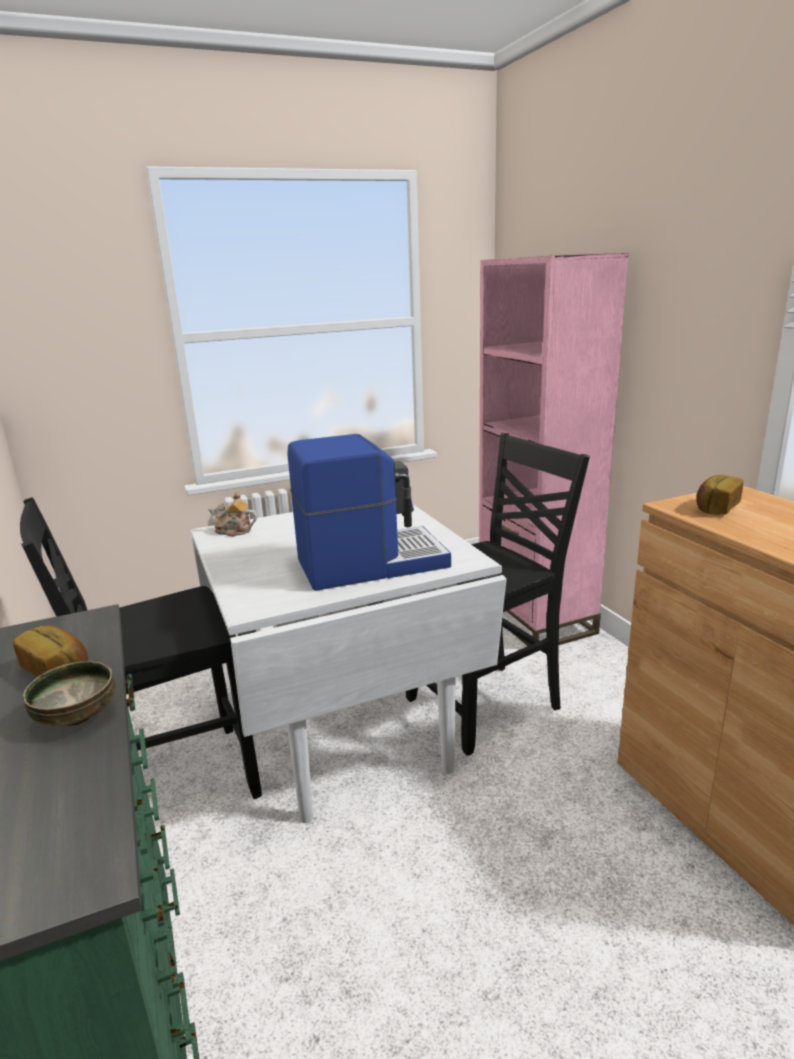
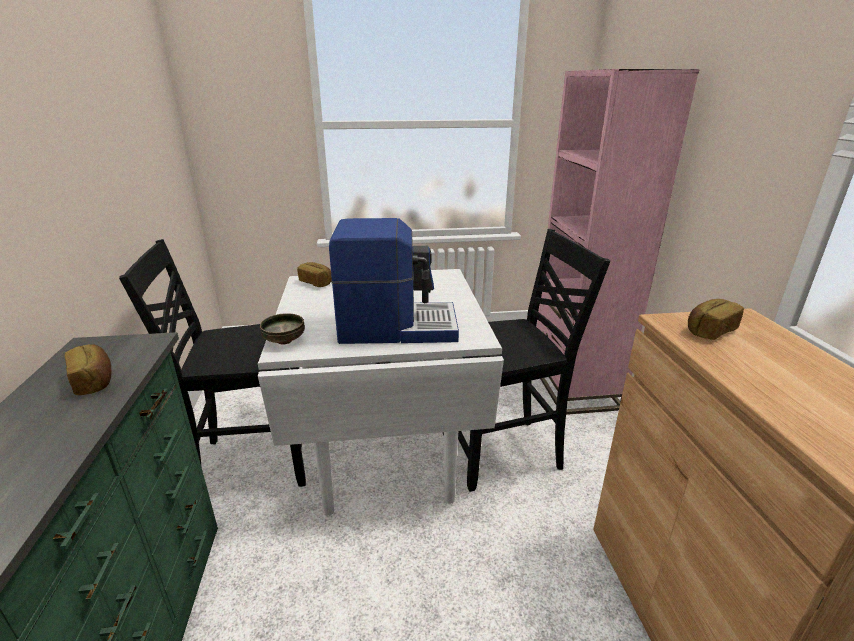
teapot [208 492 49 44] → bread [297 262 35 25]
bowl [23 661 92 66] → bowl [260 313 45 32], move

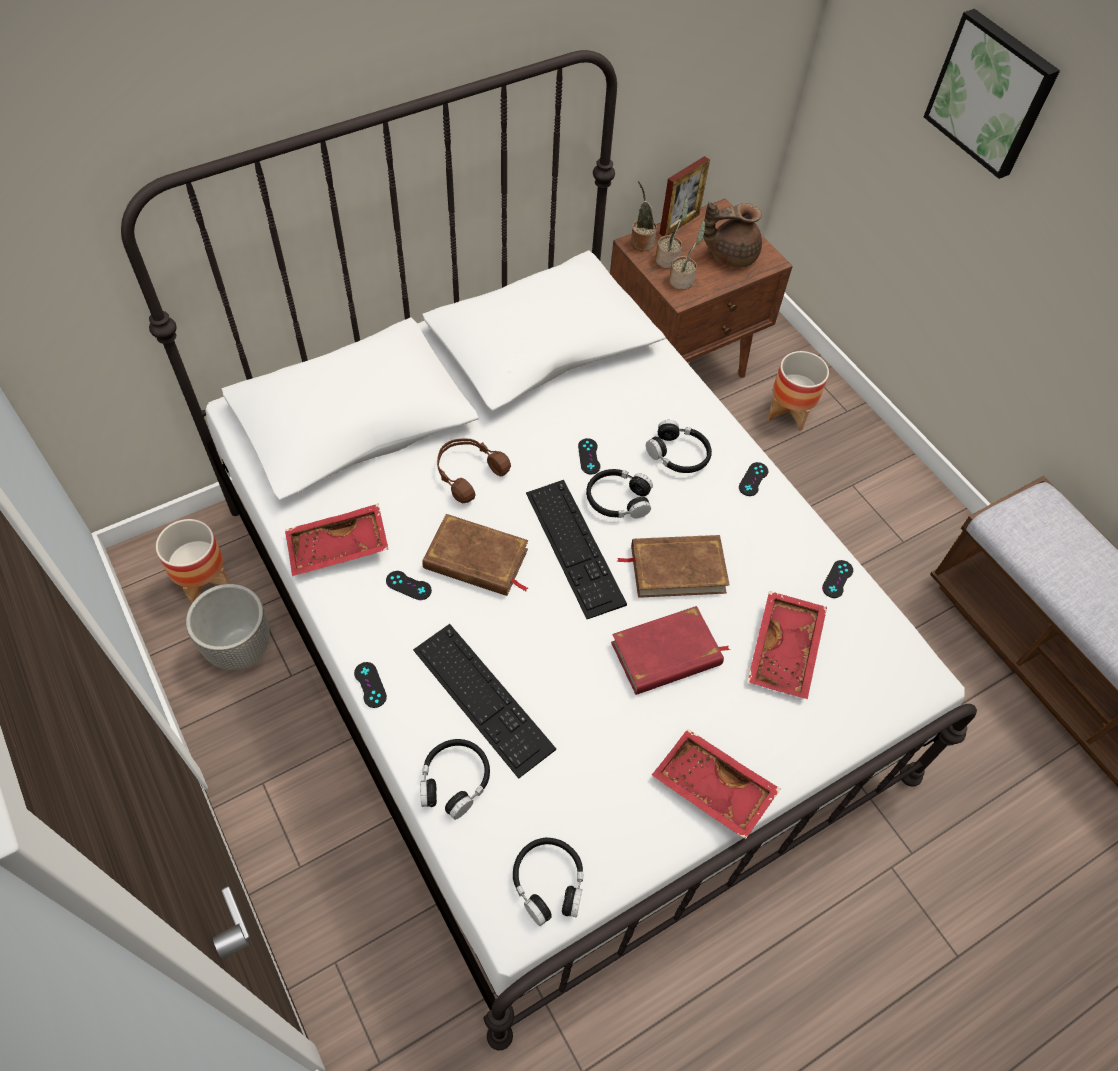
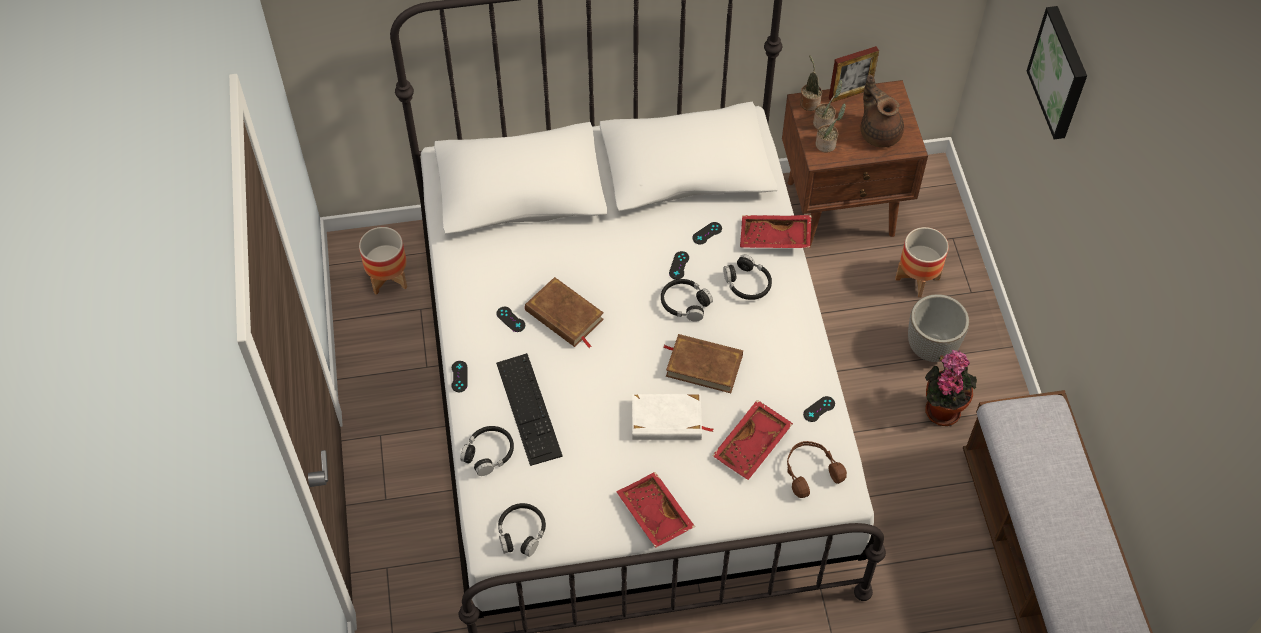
brown teapot [703 202 59 66] → brown teapot [861 74 43 73], 45 degrees clockwise
brown headphones [437 438 74 65] → brown headphones [787 441 60 57], move
black game controller [739 462 29 34] → black game controller [692 222 30 23], move
keyboard [526 480 101 139] → -
red tray [285 504 103 72] → red tray [740 215 72 33], move
planter [186 584 84 86] → planter [908 294 61 68], move
red book [611 606 119 89] → white book [632 394 81 46]
- → potted plant [925 350 52 76]

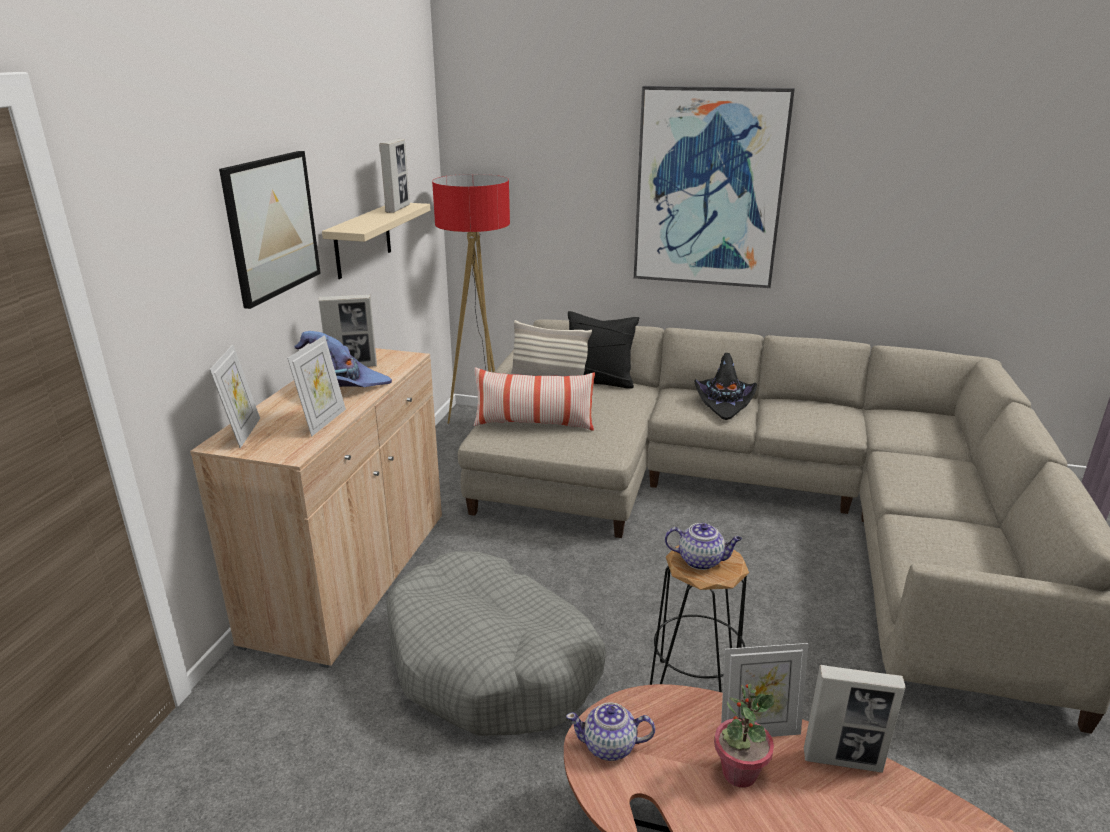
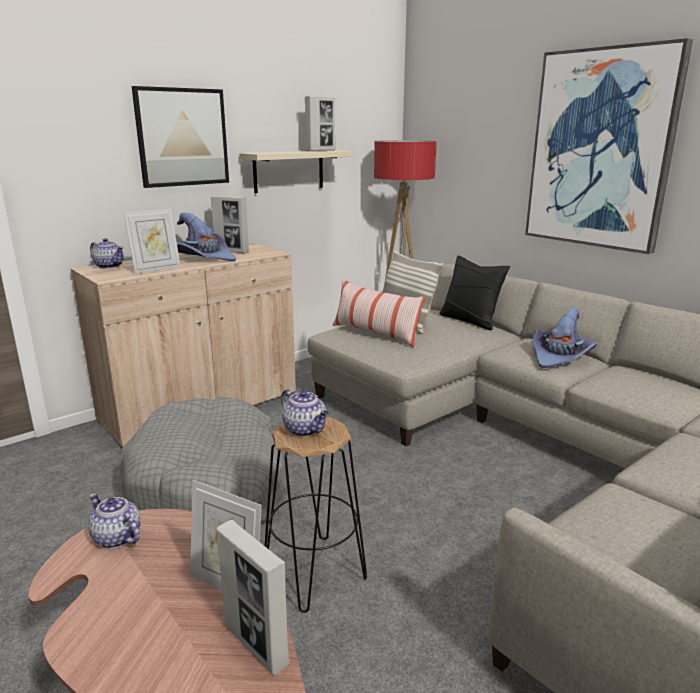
picture frame [210 345 50 103] → teapot [90 238 34 31]
black hat [694 353 63 67] → purple hat [533 308 64 60]
potted plant [714 684 60 104] → -

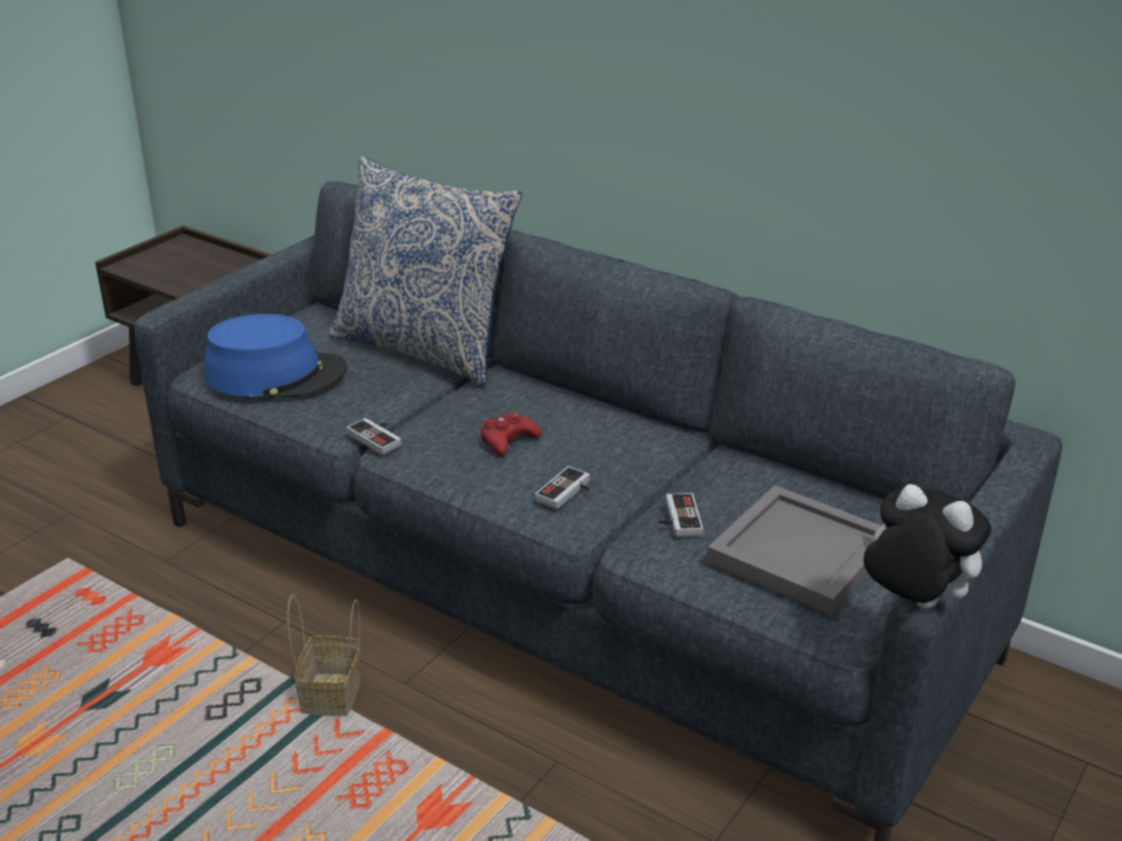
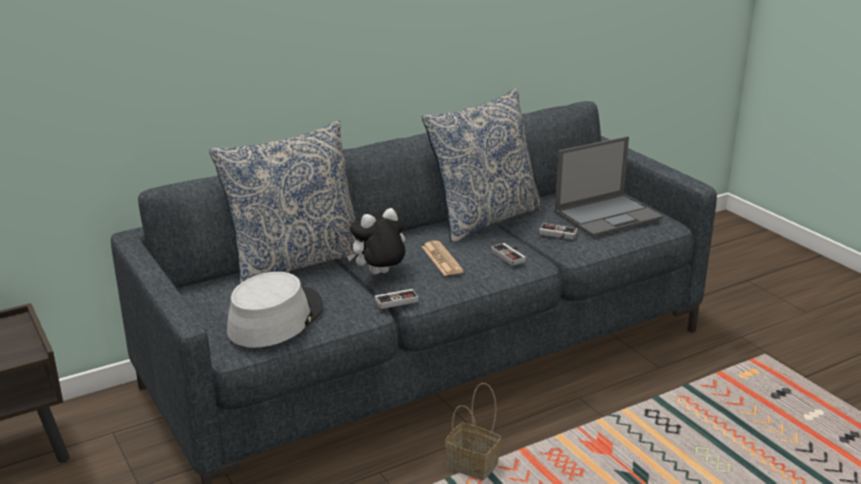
blue hat [204 314 143 84] → grey hat [227 272 96 76]
red game controller [481 412 60 43] → newspaper [422 241 42 35]
plush toy [862 484 130 125] → plush toy [347 208 58 67], move
grey tray [707 485 174 131] → laptop [555 136 108 101]
- → pillow [422 88 122 156]

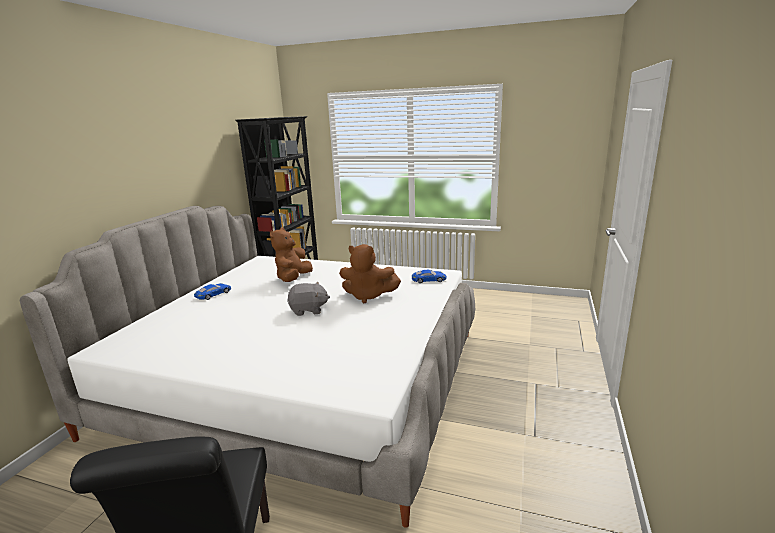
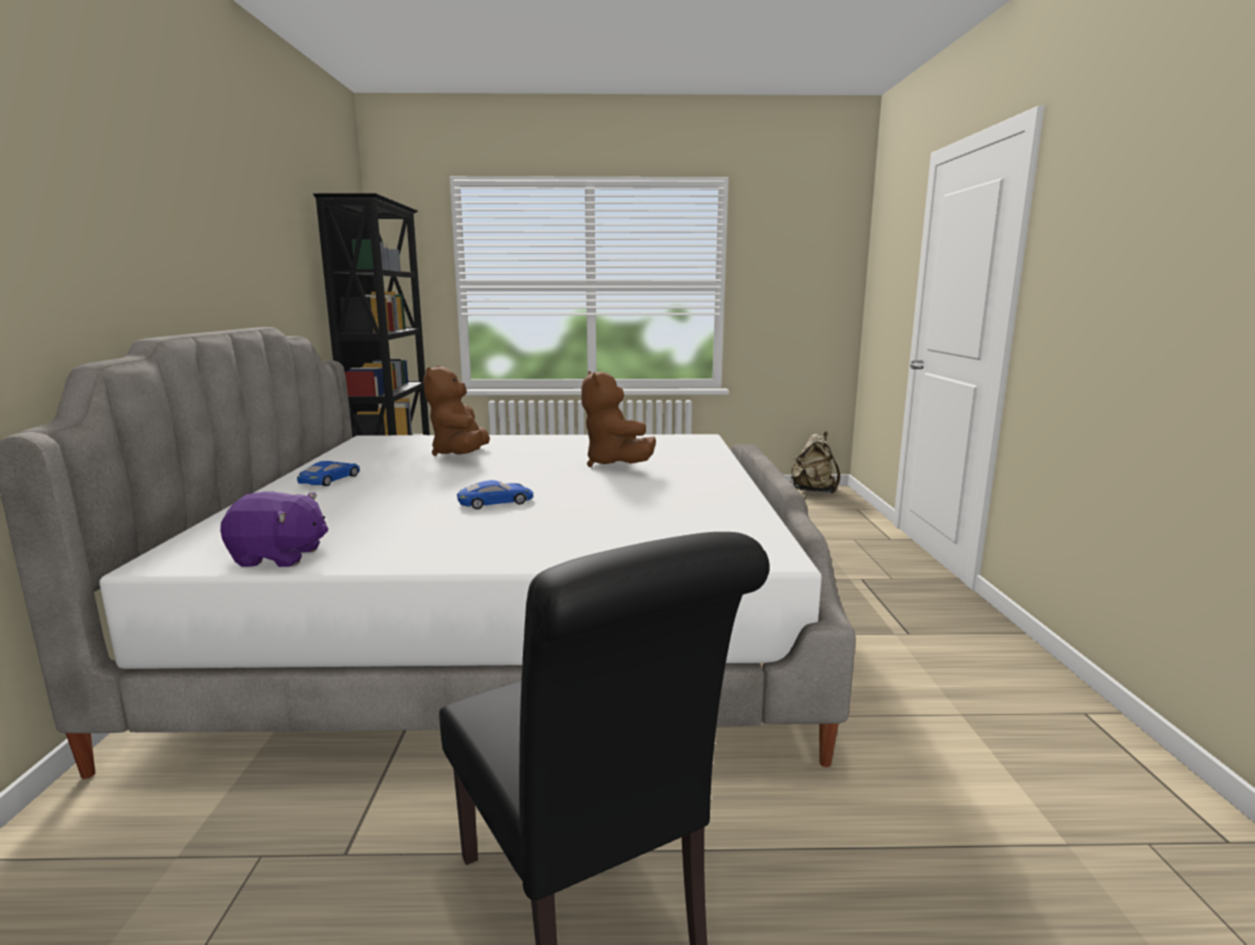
brown plush toy [339 244 62 59] → brown plush toy [581 371 75 96], 75 degrees clockwise
blue toy car [412 270 35 13] → blue toy car [457 480 76 29], move
grey plush toy [287 282 43 34] → -
- → beige backpack [790 432 50 61]
- → purple plush toy [220 492 108 75]

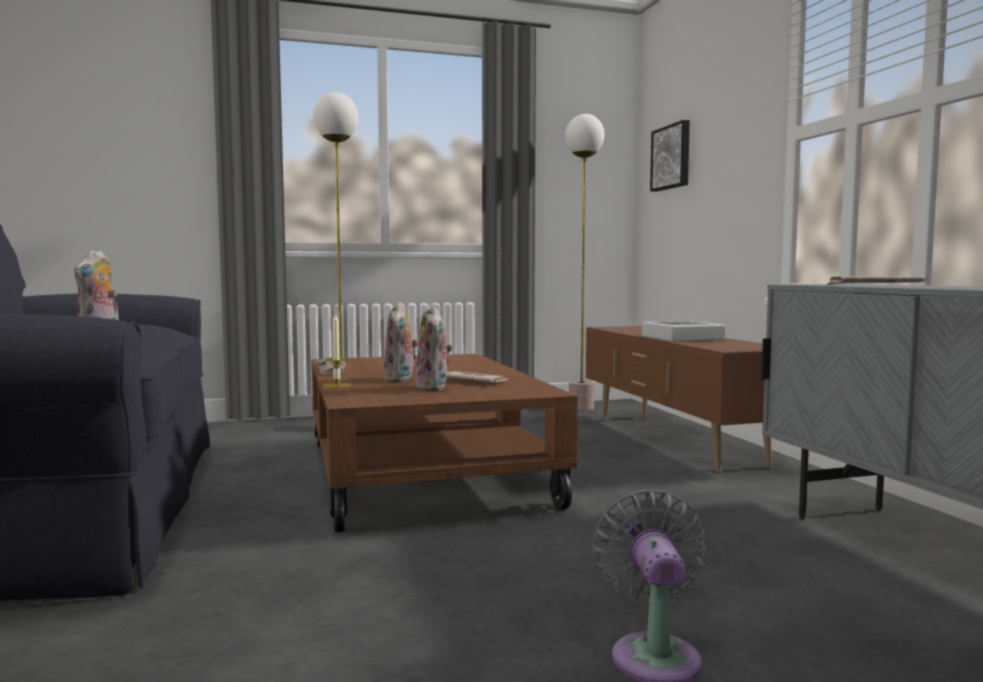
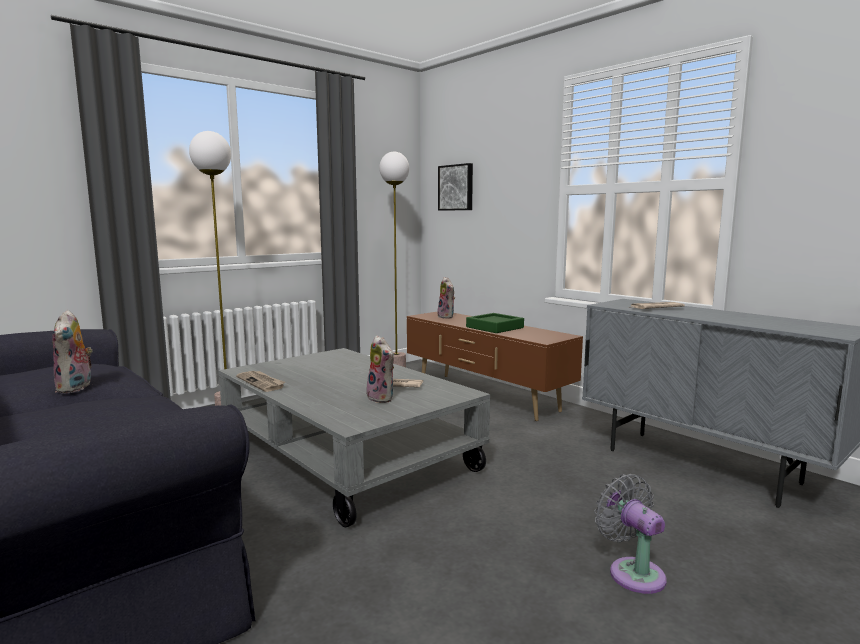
plush toy [383 302 35 80] → plush toy [437 277 18 42], move
candle [323 312 28 76] → -
grey tray [642 321 84 21] → green tray [466 313 58 20]
brown coffee table [311 354 267 178] → grey coffee table [218 348 272 179]

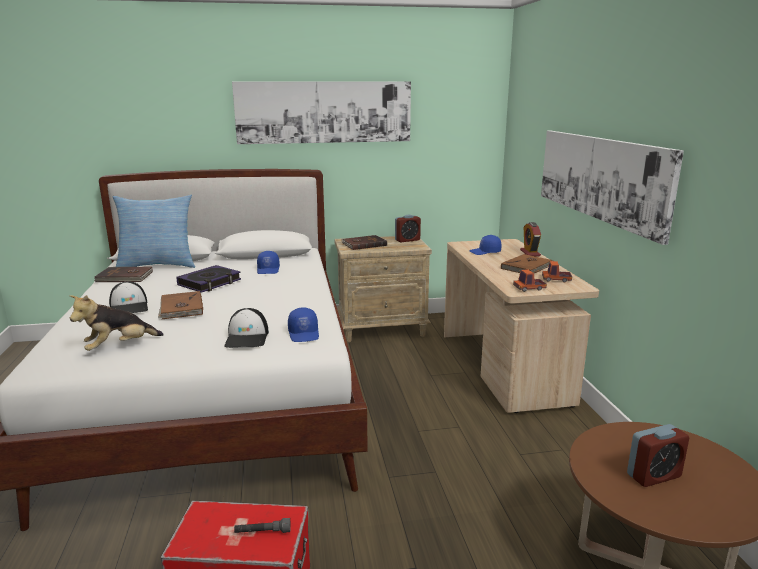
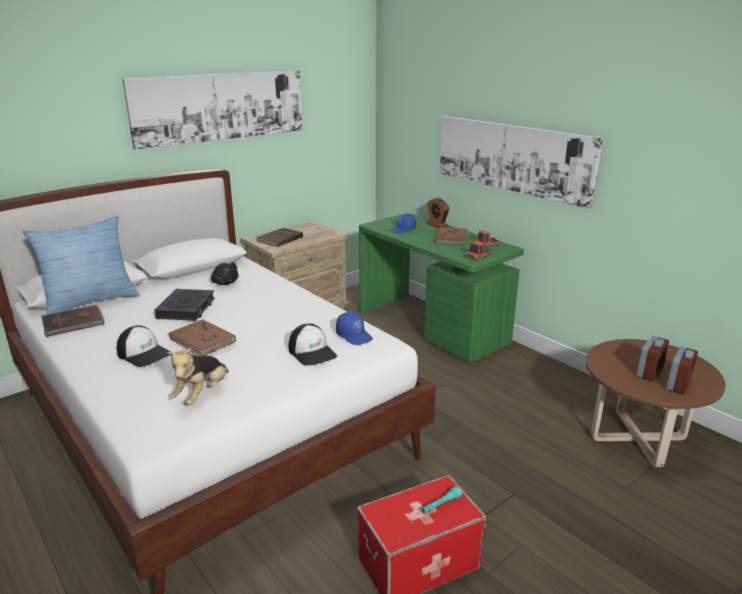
alarm clock [395 215 26 27] → alarm clock [666 347 32 47], move
beige desk [444 239 155 174] → green desk [359 213 165 150]
blue cap [257 251 23 23] → black plush toy [211 262 28 23]
grey flashlight [234 518 57 15] → turquoise flashlight [422 486 40 28]

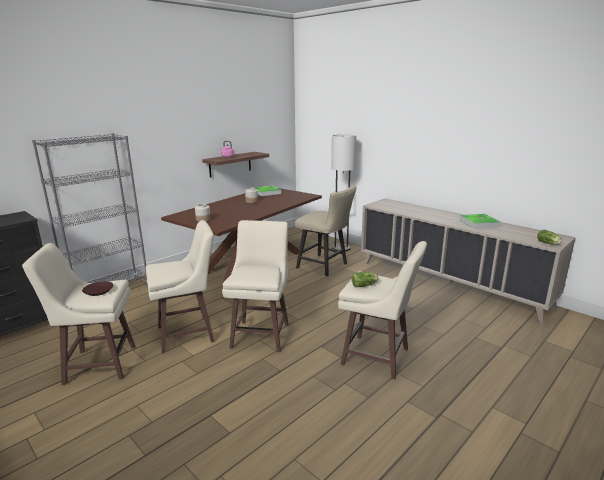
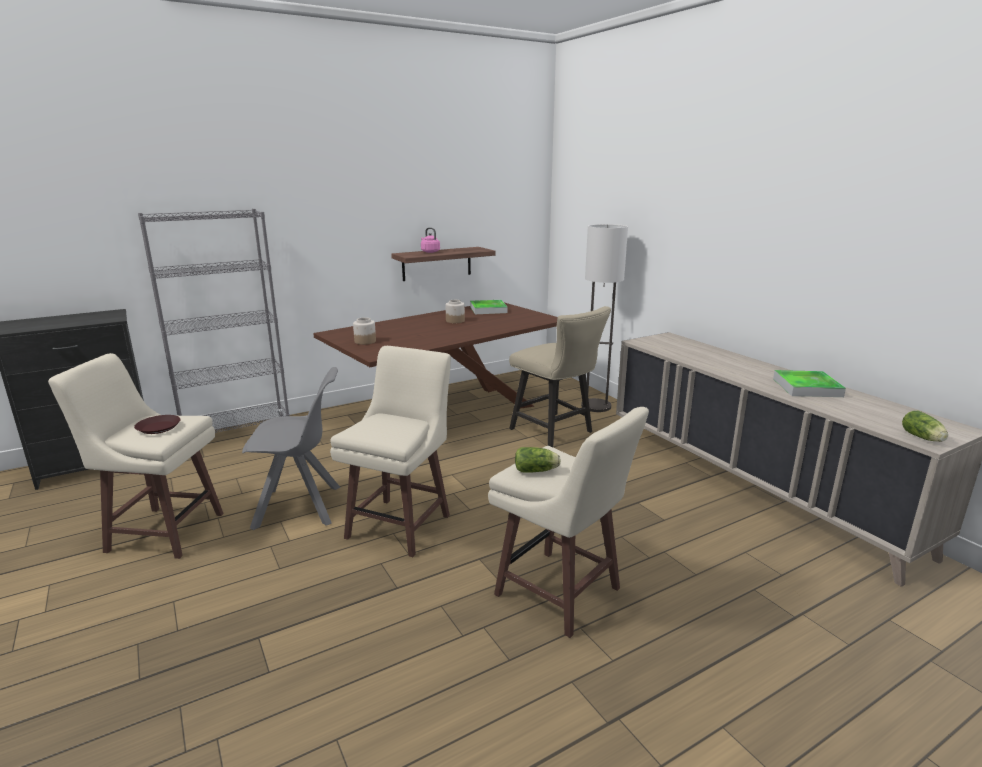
beige stool [146 220 69 133] → grey chair [242 367 98 163]

